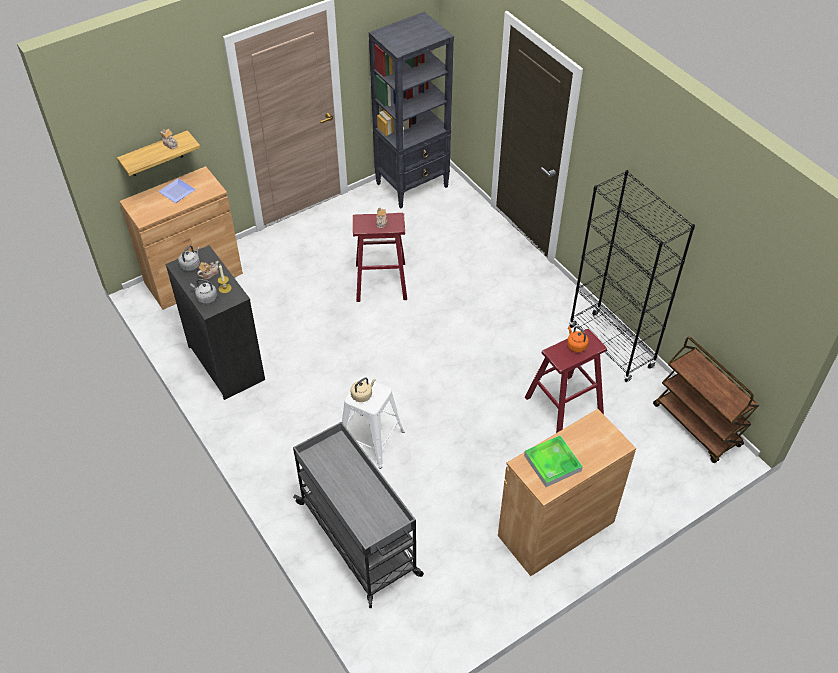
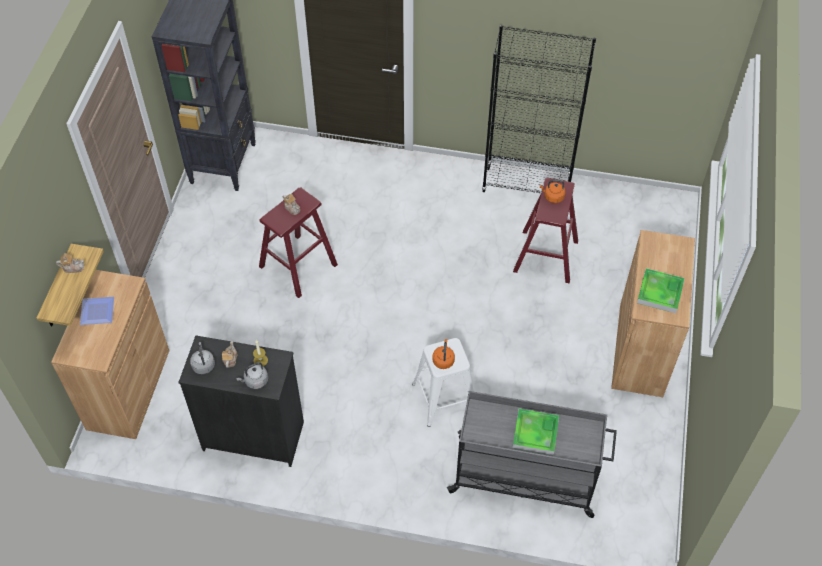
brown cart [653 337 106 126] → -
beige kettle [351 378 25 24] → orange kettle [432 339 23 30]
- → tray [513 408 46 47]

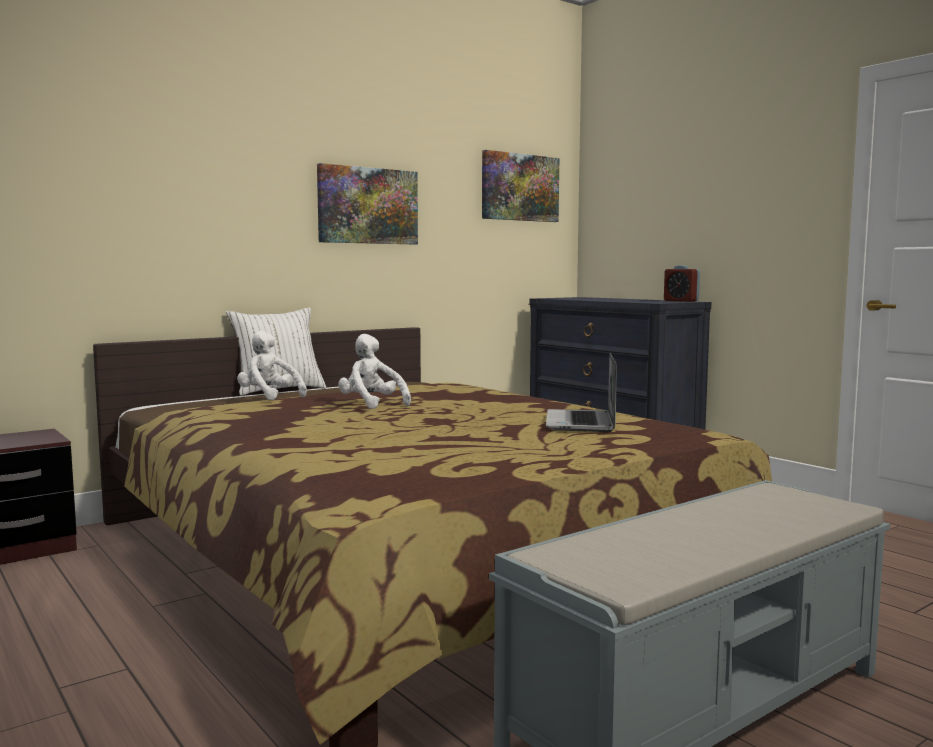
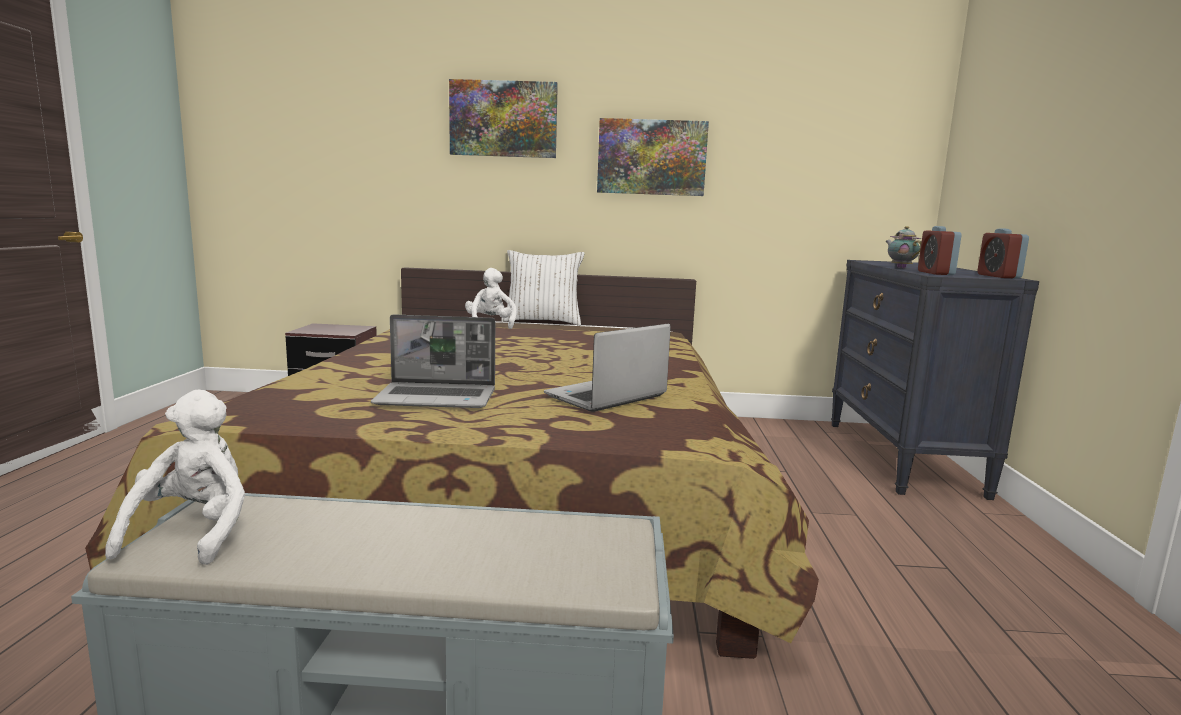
picture [482 150 77 72] → picture [449 79 109 79], move
white plush toy [338 334 73 75] → white plush toy [105 390 141 175], move
- → teapot [885 226 37 42]
- → alarm clock [918 226 44 49]
- → laptop [371 314 124 94]

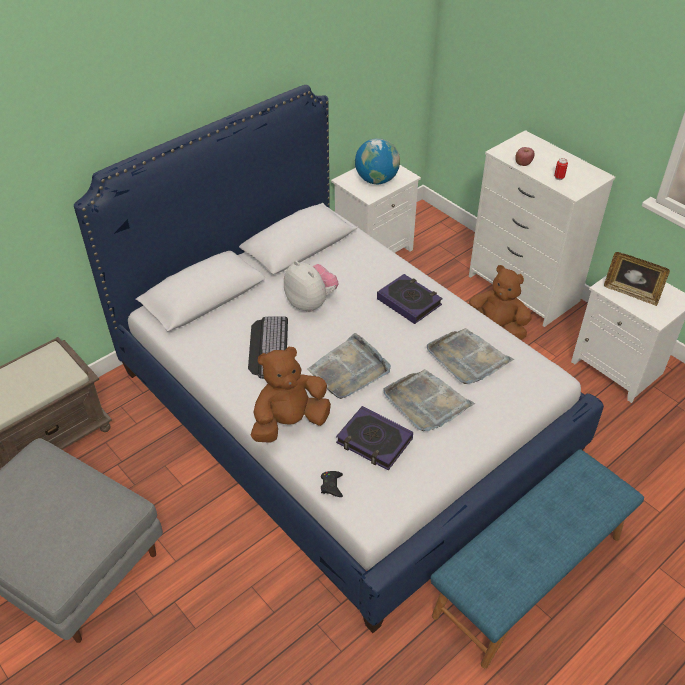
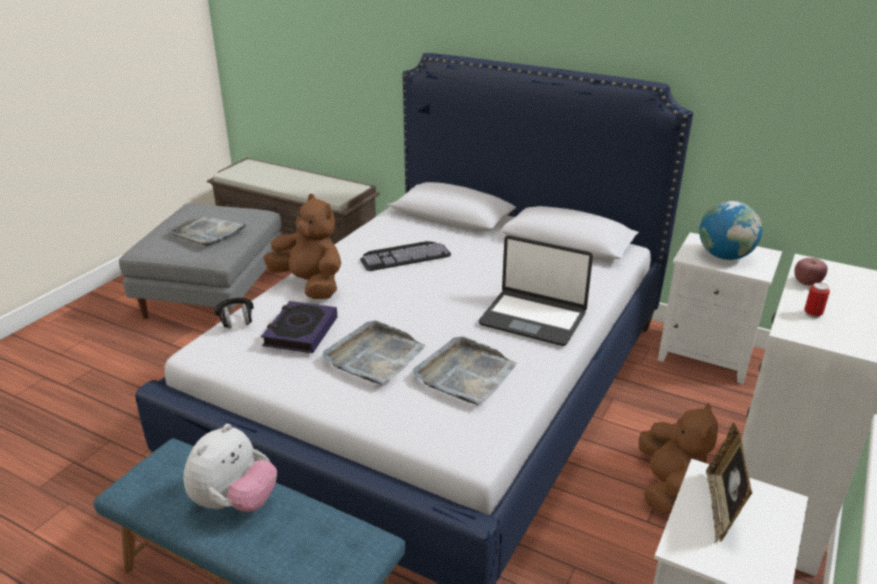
plush toy [284 261 55 51] → plush toy [183 424 94 88], move
book [377 274 66 50] → laptop [479 235 114 111]
grey tray [307 333 84 66] → grey tray [168 217 80 29], move
black game controller [321 471 22 26] → black headphones [215 298 39 31]

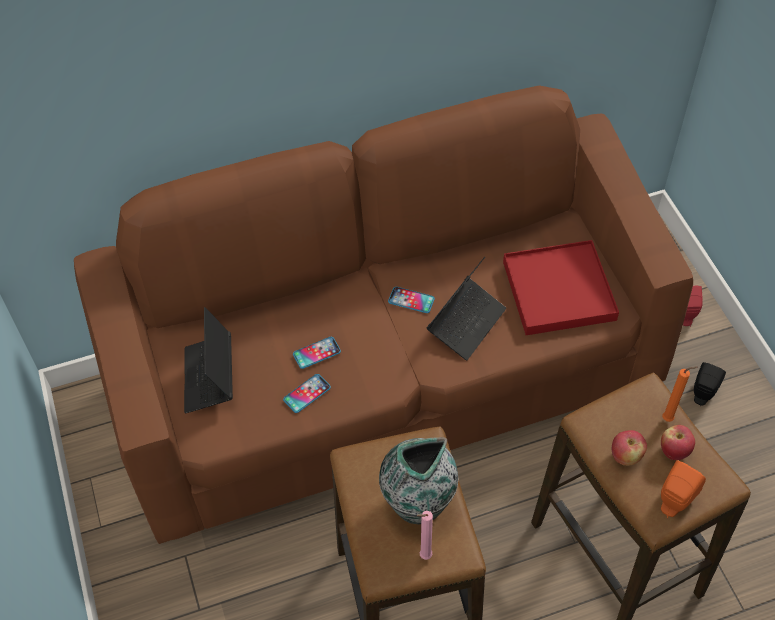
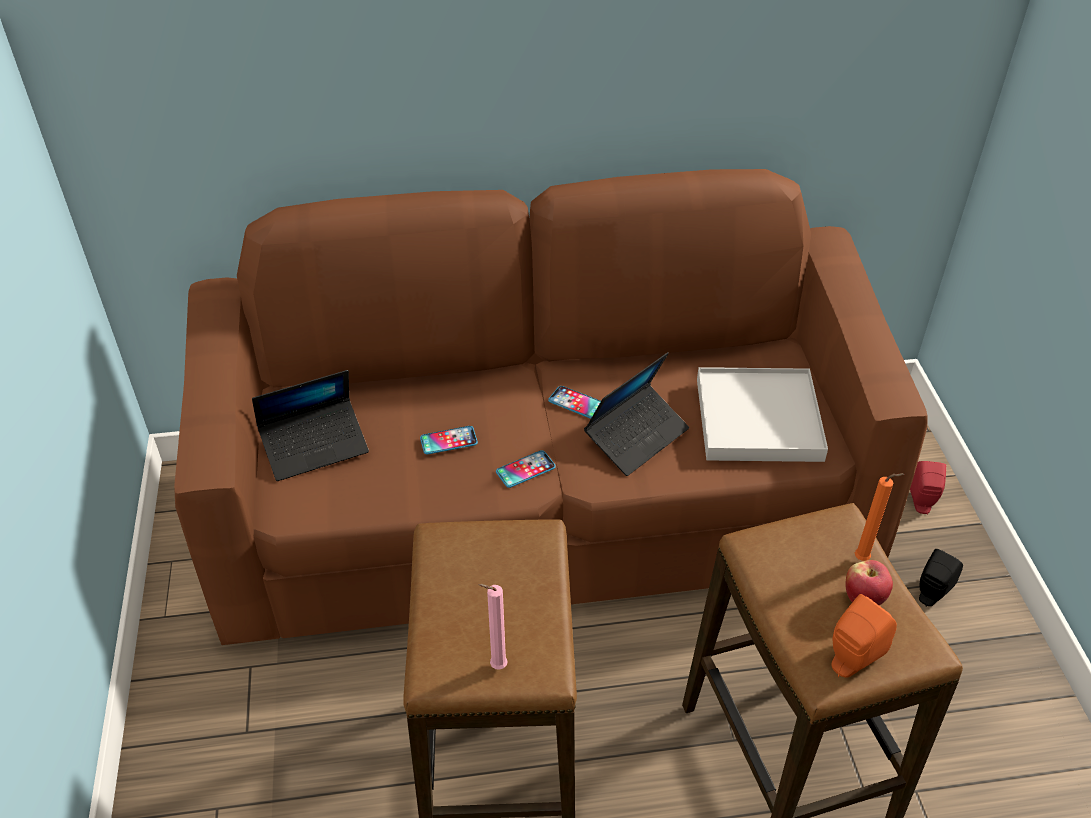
red tray [503 240 116 95] → white tray [697 367 131 95]
laptop [184 307 49 106] → laptop [252 370 117 111], 120 degrees counterclockwise
phone [283 374 48 39] → phone [496 450 60 38], move
apple [612 430 35 36] → -
vase [379 437 79 87] → -

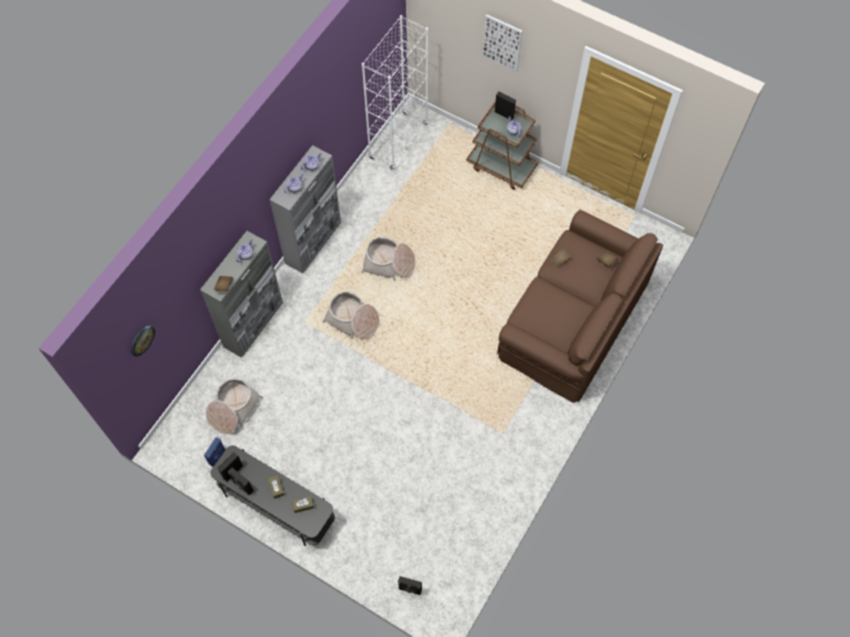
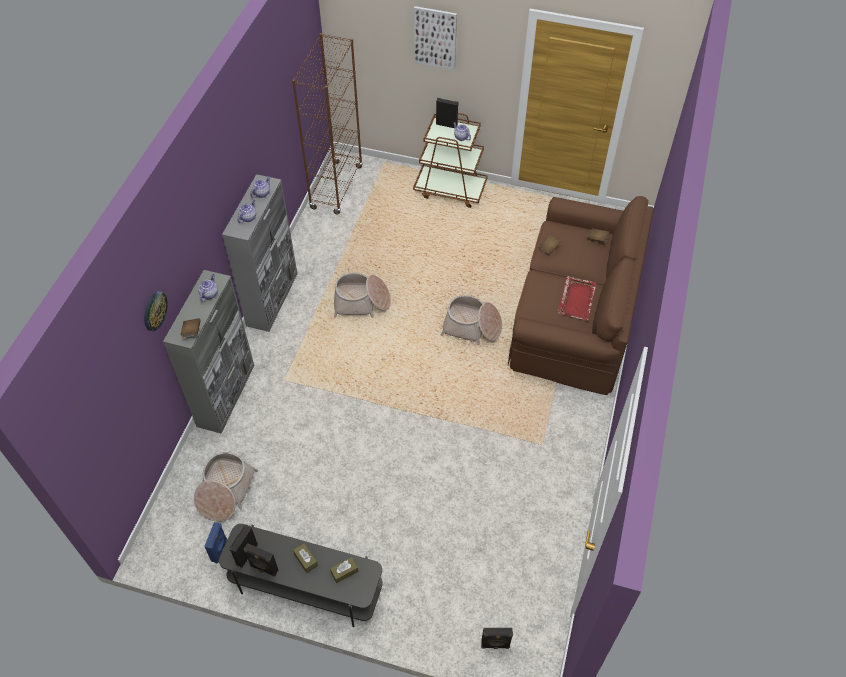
white bookcase [362 15 67 155] → brown bookcase [292 33 71 182]
basket [322 292 57 48] → basket [441 295 61 50], move
wall clock [131 326 24 31] → wall clock [144 291 24 40], move
- → red tray [558 276 38 45]

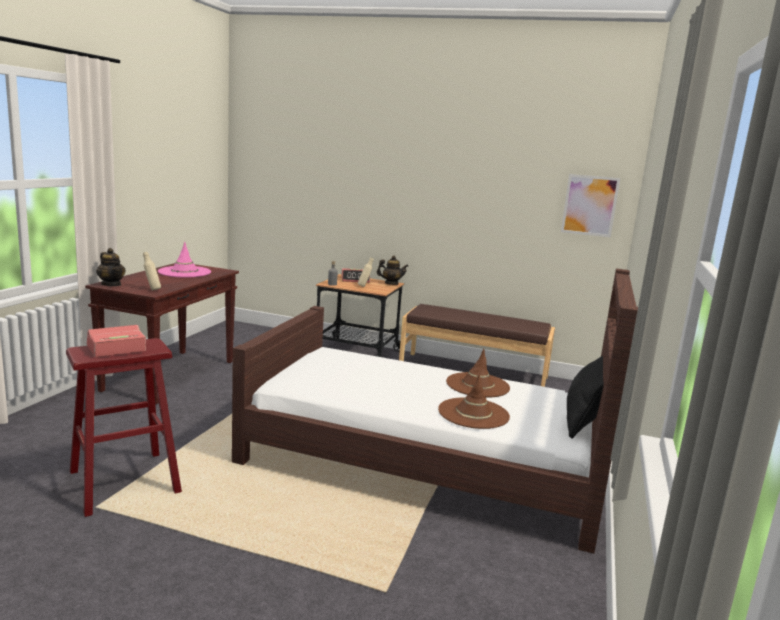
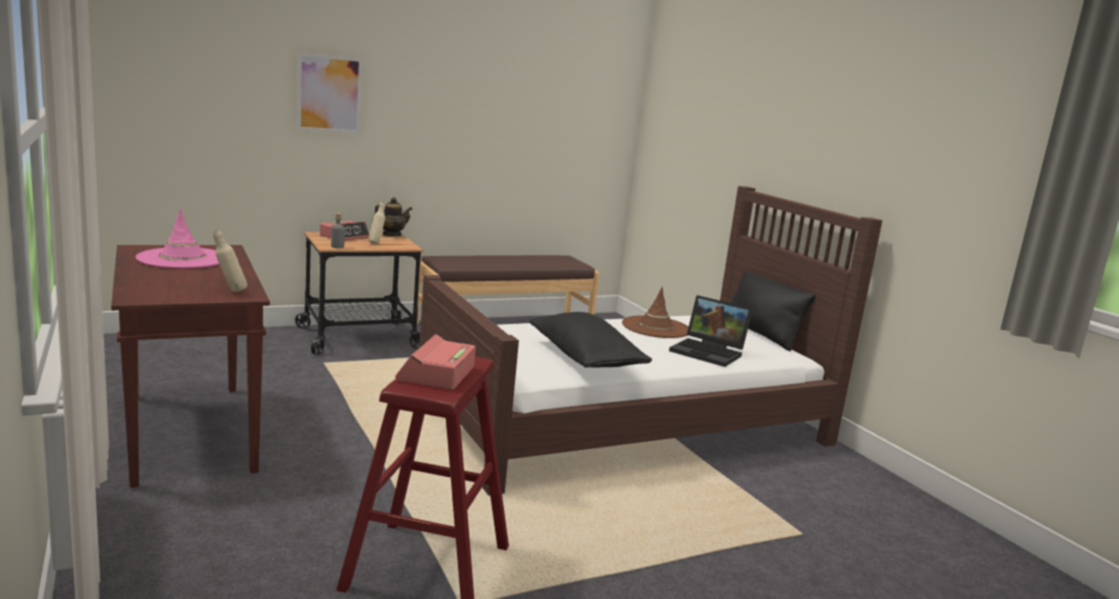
picture [561 174 59 64] → picture [297 52 66 82], move
teapot [96 248 30 38] → -
brown hat [438 374 72 55] → laptop [669 295 84 72]
- → black pillow [529 312 123 56]

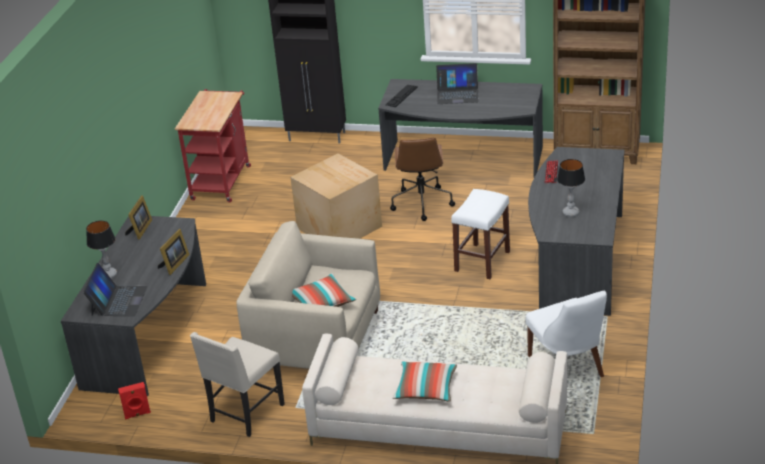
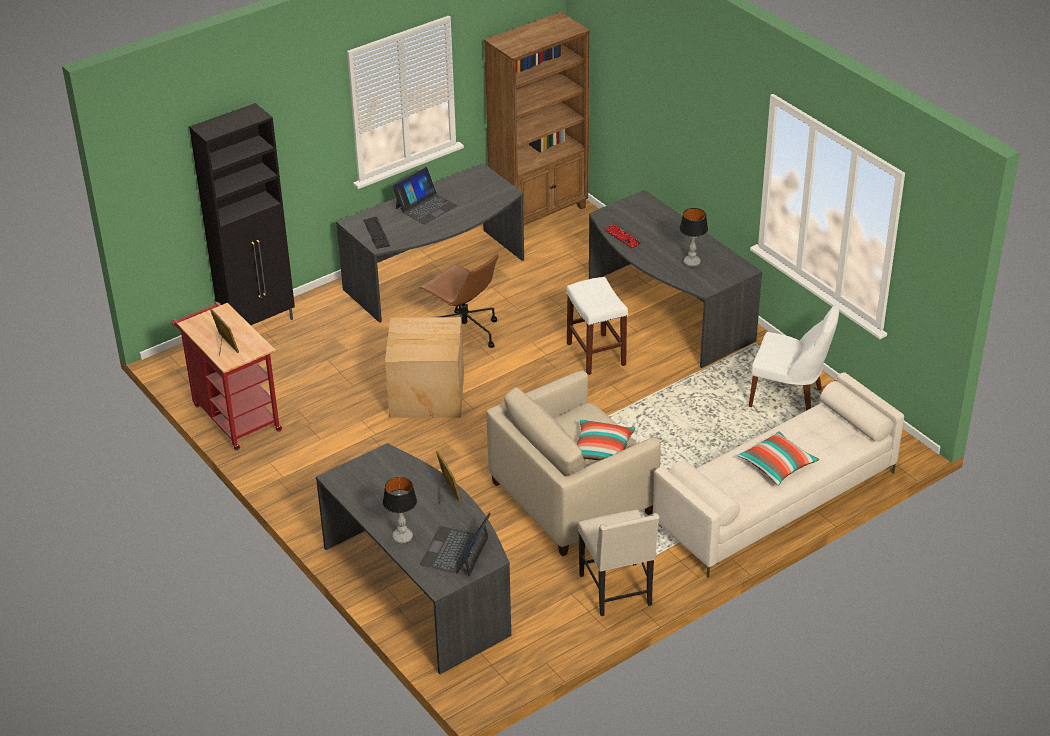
picture frame [125 195 27 45] → picture frame [210 309 29 47], move
laptop [83 263 65 53] → laptop [420 513 71 63], 120 degrees counterclockwise
red speaker [118 382 33 37] → -

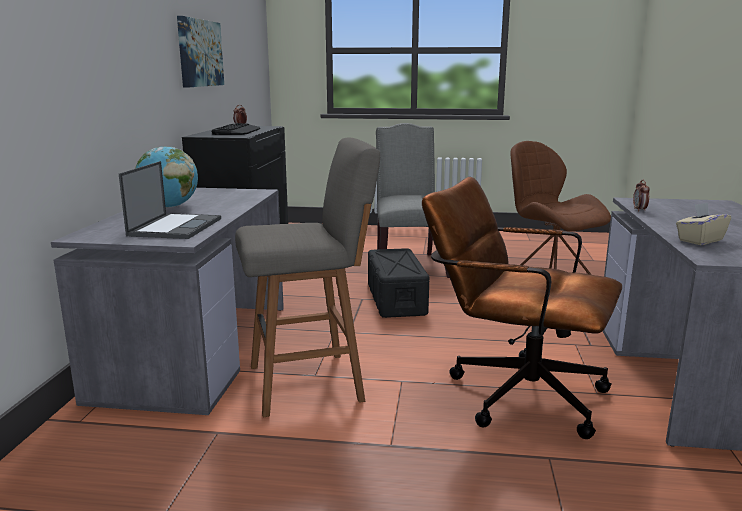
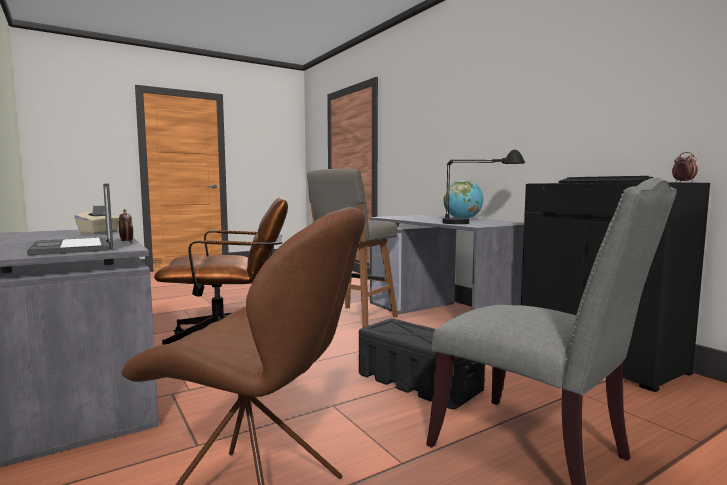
picture [177 16 47 71] → -
laptop [119 161 102 78] → laptop [27 183 86 72], move
- → black table lamp [442 150 83 74]

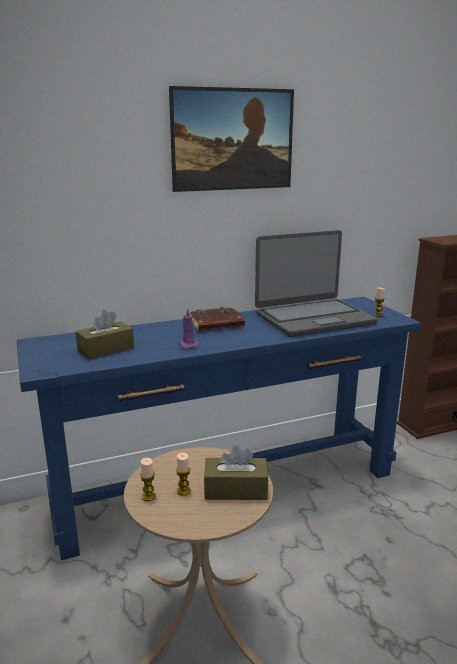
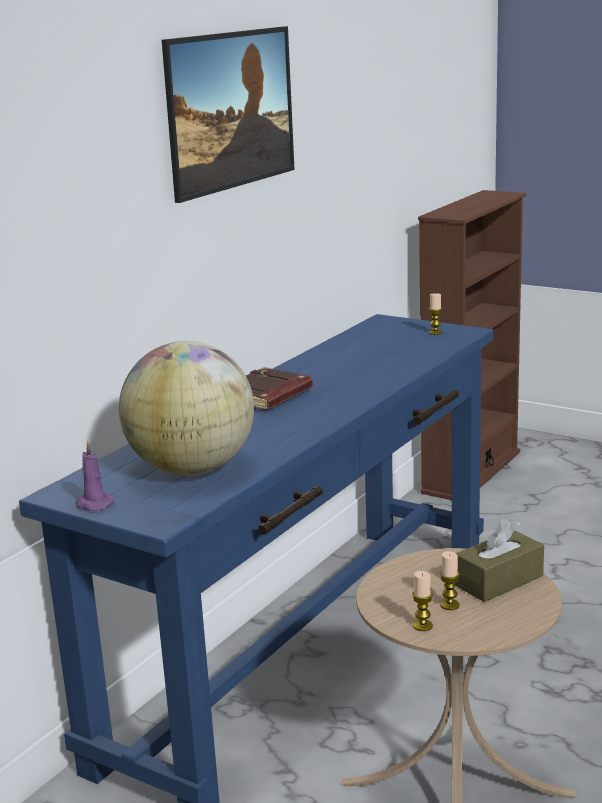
laptop [255 230 123 107] → -
purple candle [179 308 21 41] → purple candle [75 440 40 71], move
brown tissue box [76 310 58 50] → globe [119 341 135 135]

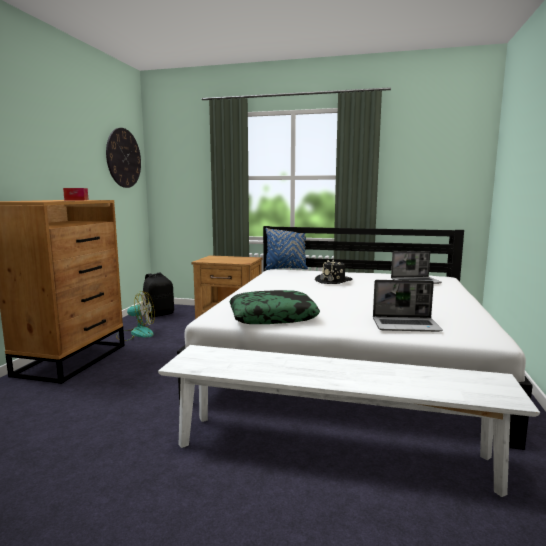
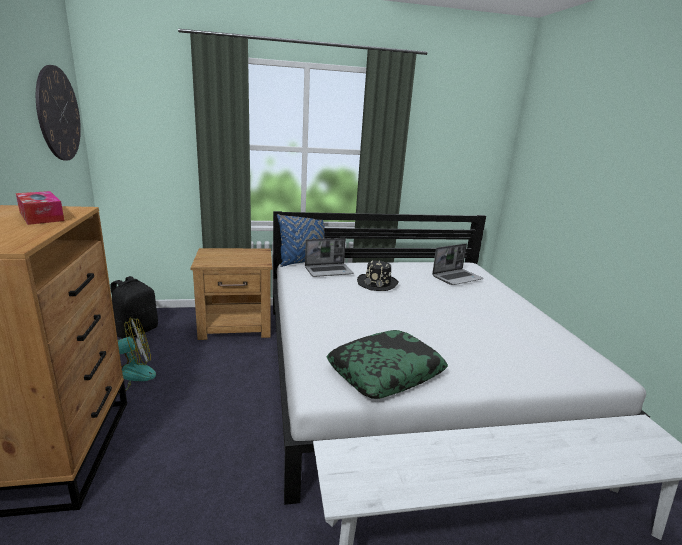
laptop [373 280 70 52] → laptop [305 238 48 39], move

